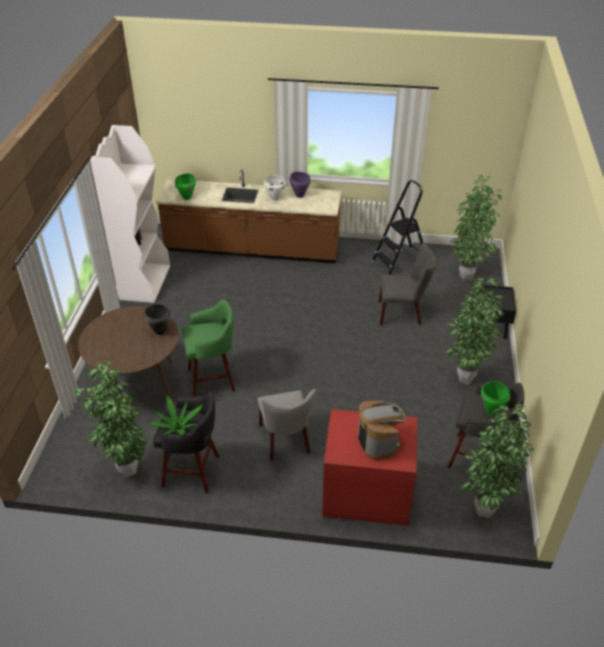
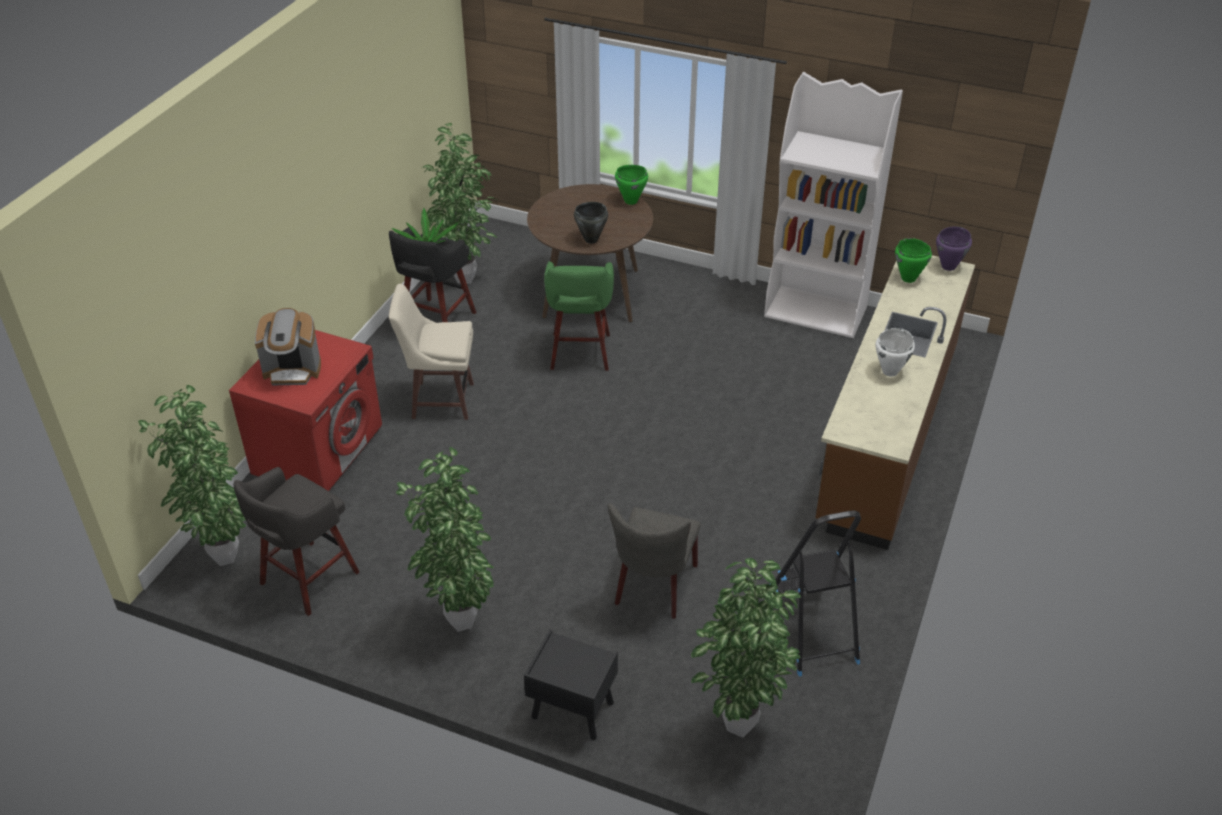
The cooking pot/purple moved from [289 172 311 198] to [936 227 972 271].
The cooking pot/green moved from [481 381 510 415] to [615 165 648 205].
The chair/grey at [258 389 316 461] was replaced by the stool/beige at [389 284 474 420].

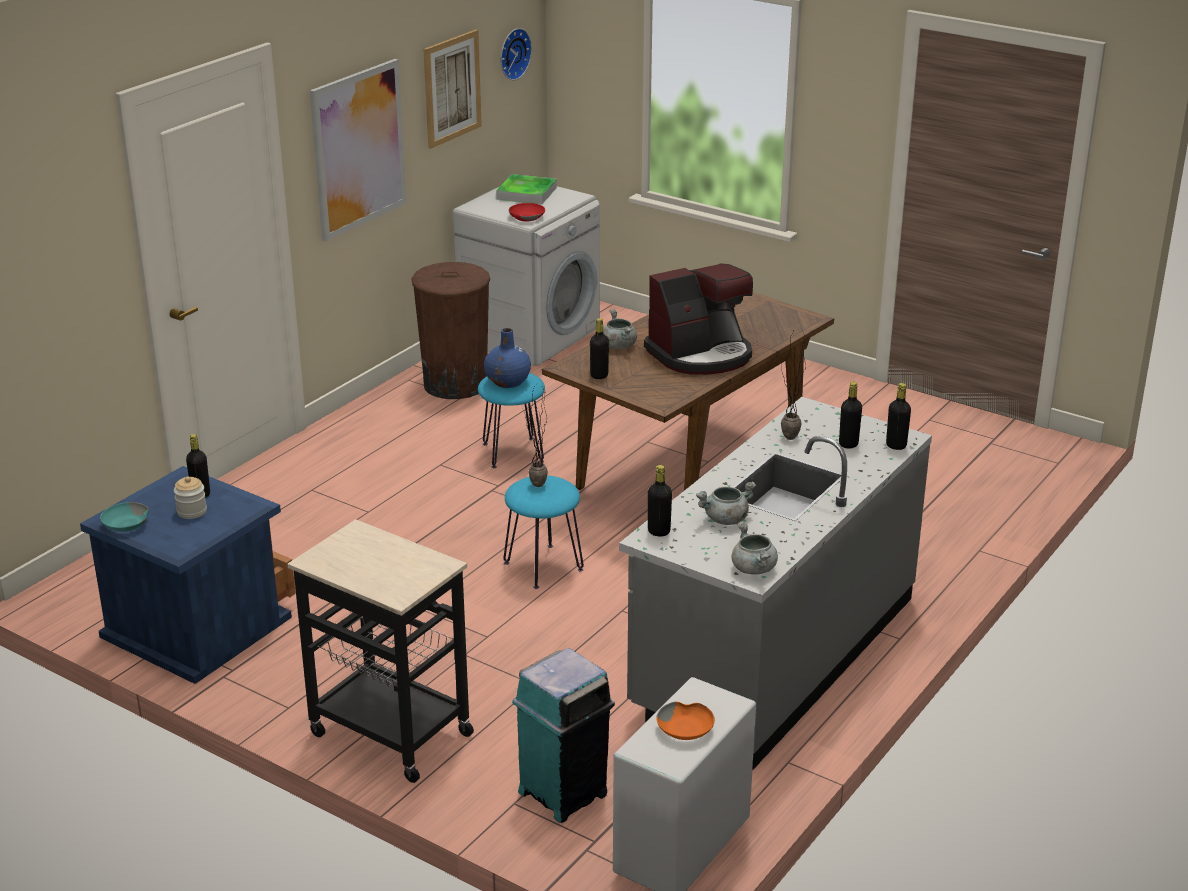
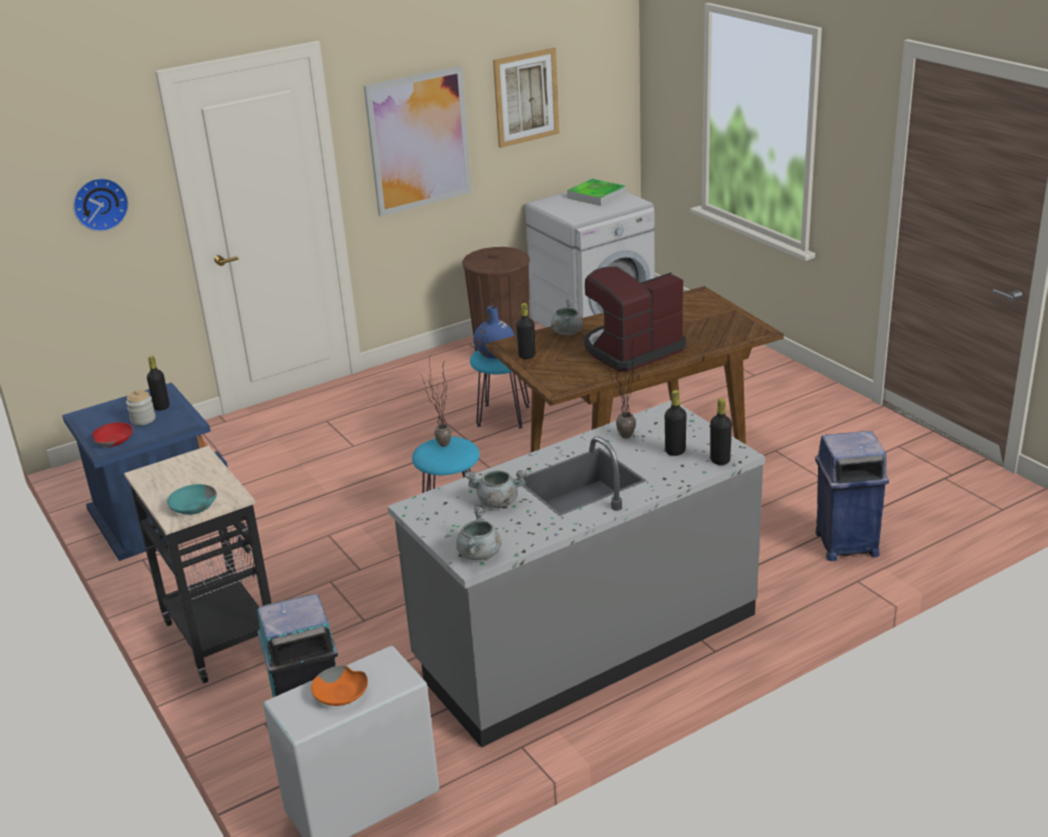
The bottle/black at [648 465 672 536] disappeared.
The trash can/blue at [815 431 889 561] appeared.
The bowl/turquoise moved from [100 502 149 532] to [167 484 217 515].
The wall clock moved from [501 28 532 80] to [73 178 129 232].
The bowl/red moved from [509 203 545 221] to [92 423 133 447].
The coffee machine at [644 263 753 375] turned 150 degrees clockwise.

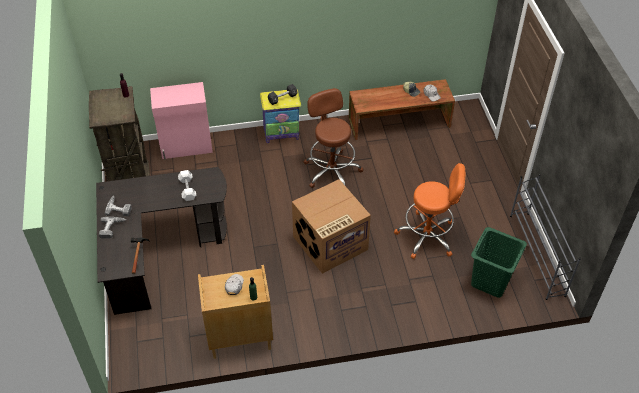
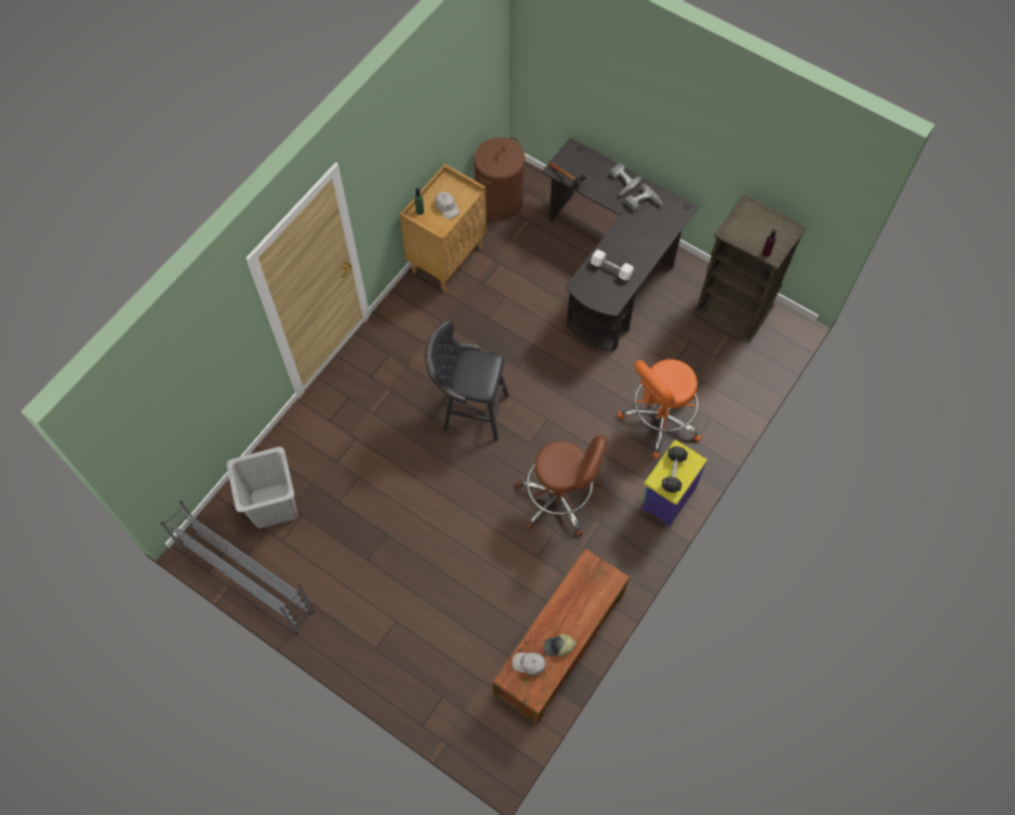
The cabinet/pink at [150 82 213 160] disappeared.
The laundry basket/brown at [474 137 525 220] appeared.
The stool/orange moved from [394 163 465 259] to [617 359 701 458].
The cardboard box at [292 179 371 274] was replaced by the stool/black at [425 320 509 441].
The laundry basket/green at [471 227 527 298] became the laundry basket/grey at [226 447 298 528].

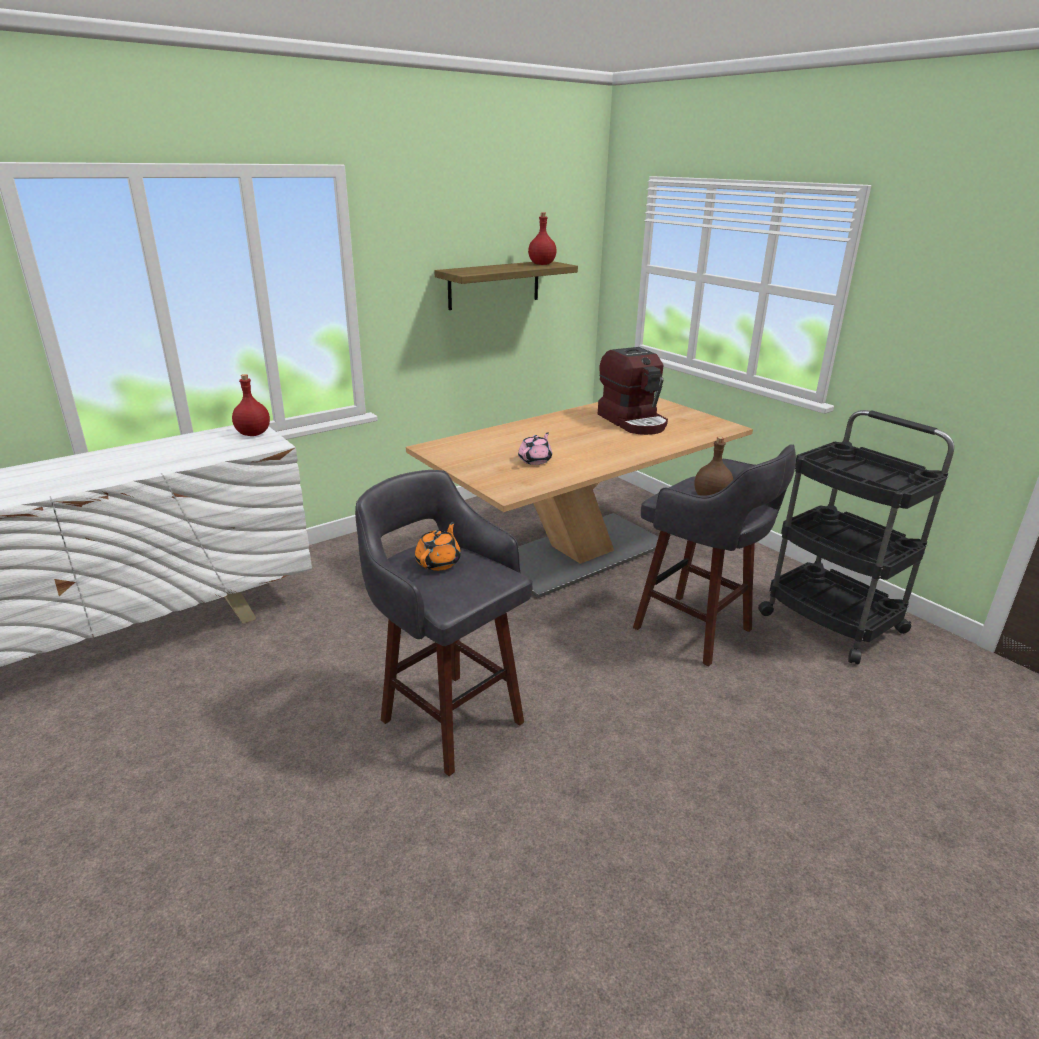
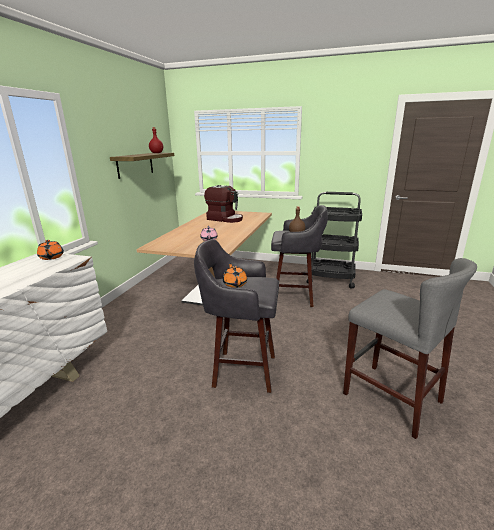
The stool/grey at [343 258 477 439] appeared.
The bottle/red at [232 374 270 436] was replaced by the teapot/orange at [37 240 64 260].

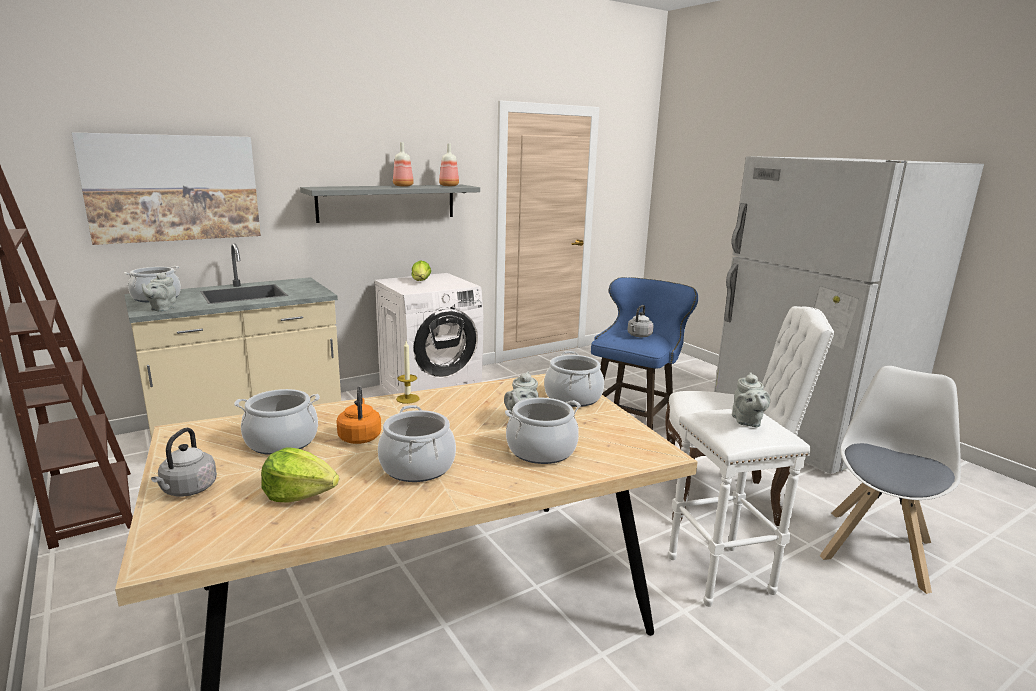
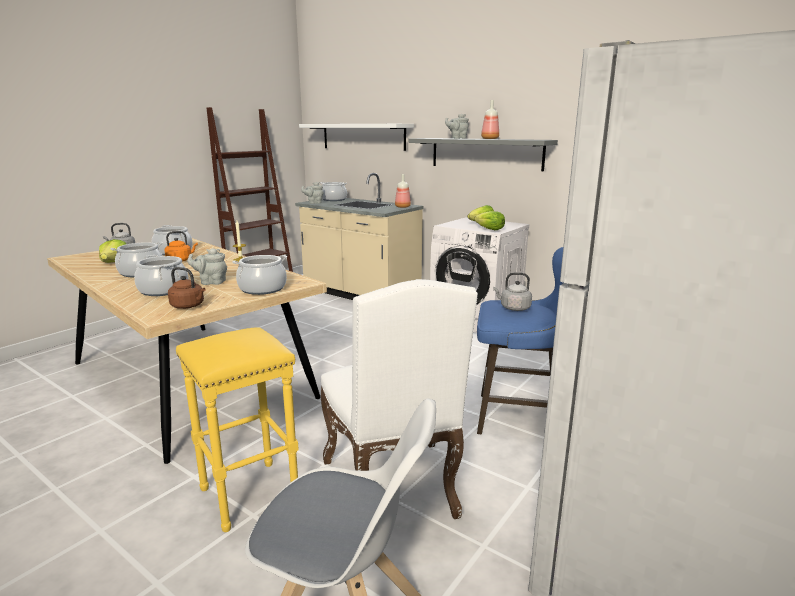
The kettle/brown at [168 267 206 309] appeared.
The lettuce at [474 211 505 230] appeared.
The bottle moved from [439 143 459 186] to [395 174 411 208].
The teapot/grey moved from [732 372 770 427] to [445 114 469 139].
The picture at [72 132 261 245] was replaced by the shelf/white at [299 124 414 151].
The stool/white at [668 409 811 607] became the stool/yellow at [176 327 299 532].

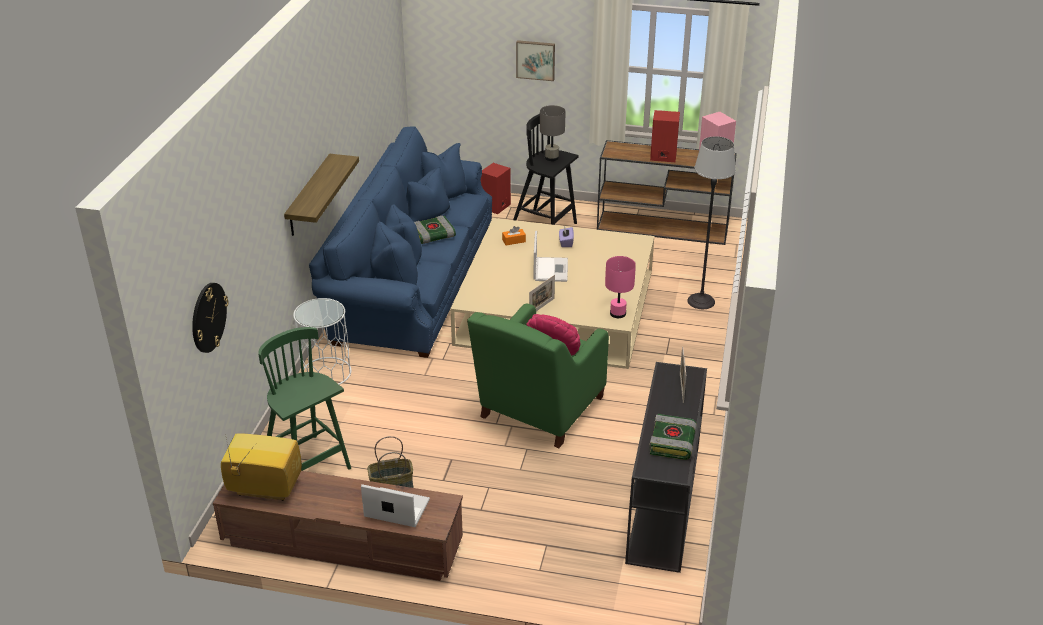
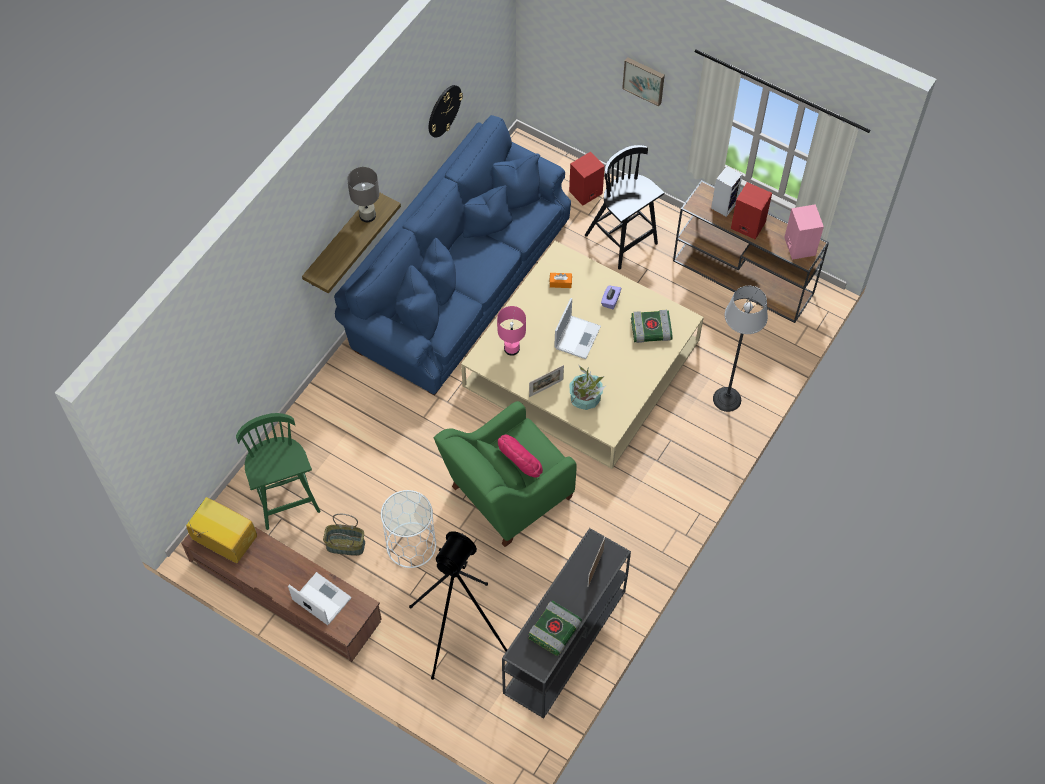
The floor lamp/black at [409 531 507 680] appeared.
The potted plant at [570 364 607 410] appeared.
The speaker at [711 166 743 217] appeared.
The wall clock moved from [192 283 229 353] to [429 85 463 138].
The side table/white moved from [293 298 351 385] to [381 490 436 568].
The book moved from [414 215 456 244] to [631 310 672 343].
The table lamp/grey moved from [540 105 565 161] to [347 167 379 222].
The table lamp/pink moved from [605 256 636 318] to [497 306 526 356].

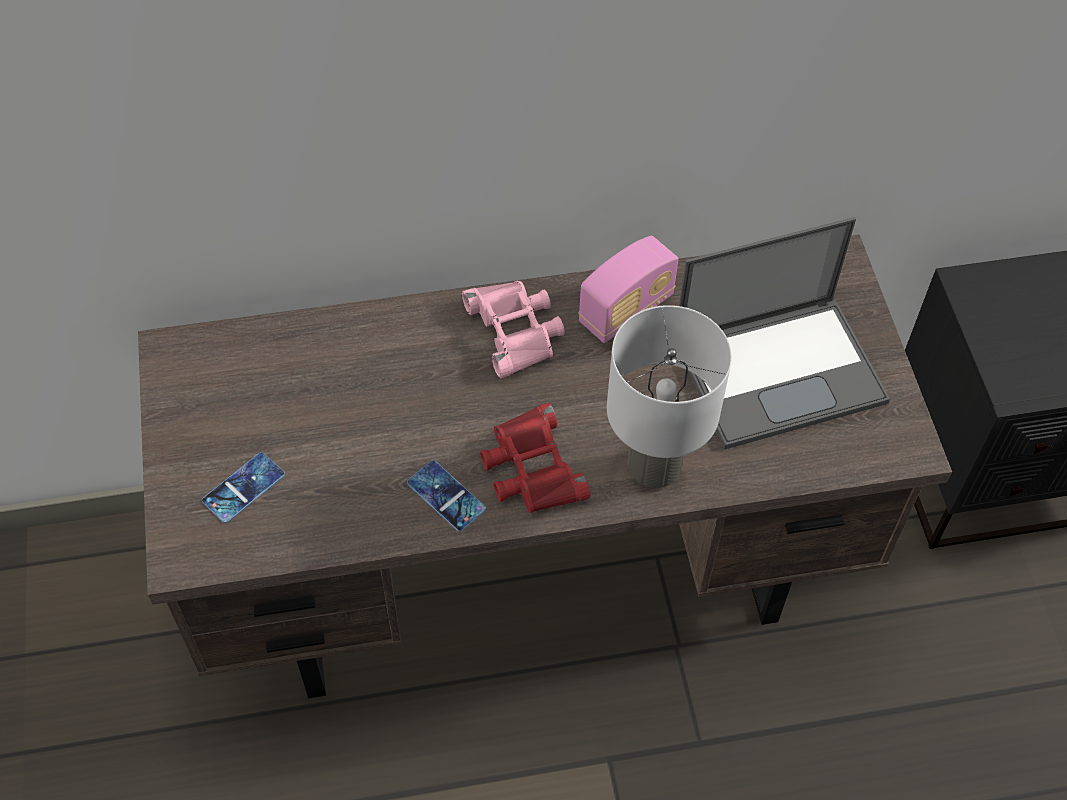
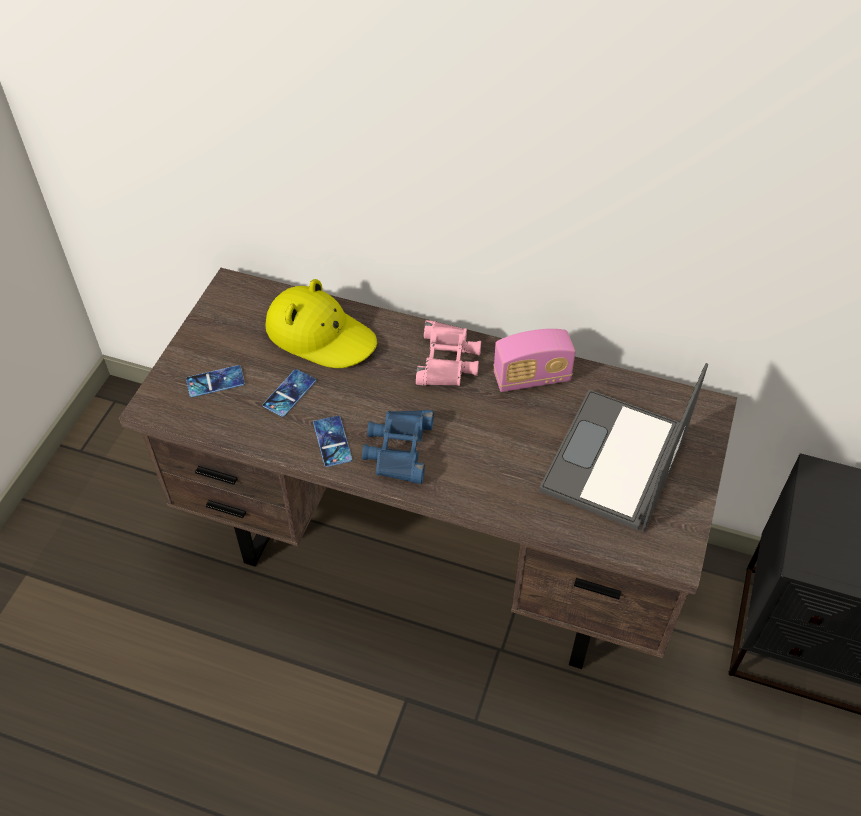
The table lamp/white at [607 305 732 488] disappeared.
The phone at [263 369 316 417] appeared.
The hat/yellow at [265 279 377 368] appeared.
The binoculars/red at [480 403 590 513] became the binoculars/blue at [362 410 434 484].
The laptop at [679 217 890 450] turned 105 degrees clockwise.

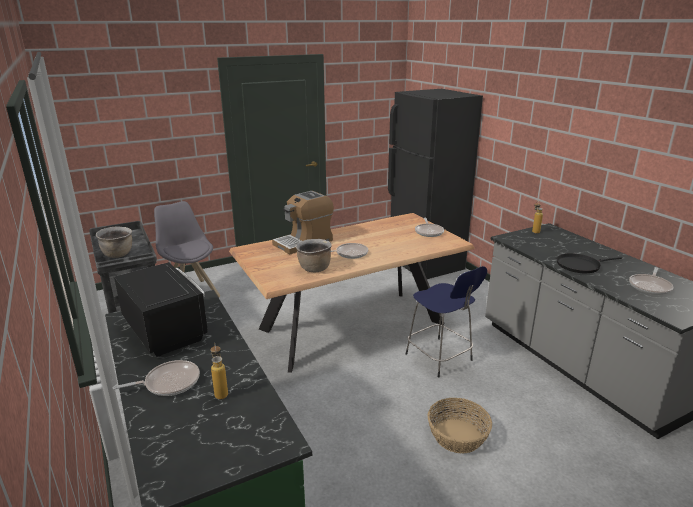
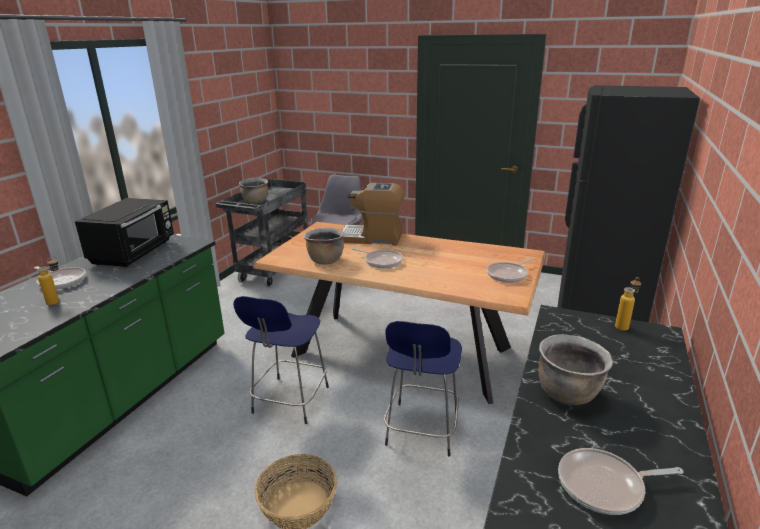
The stool/blue at [233 296 329 424] appeared.
The frying pan/black at [557 253 622 273] was replaced by the cooking pot/brown at [539 334 613 405].

